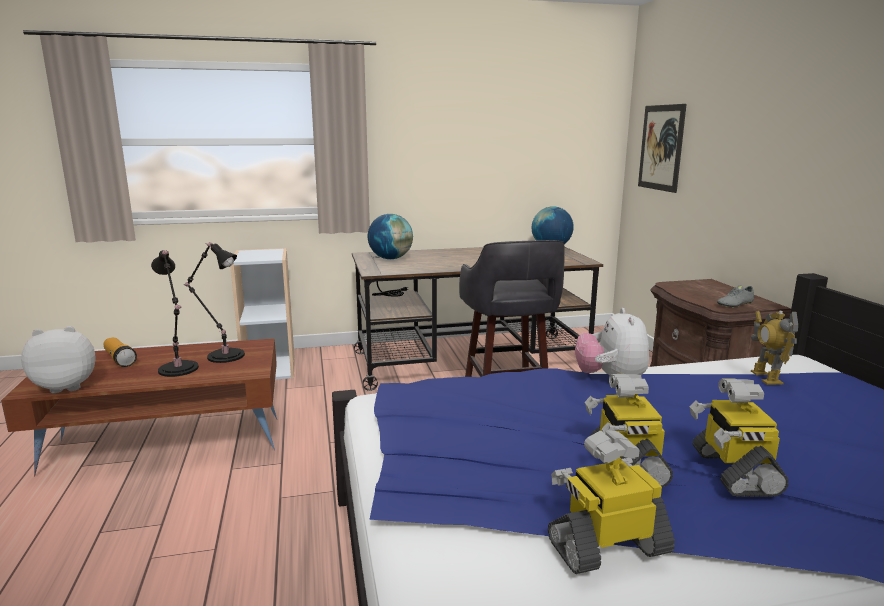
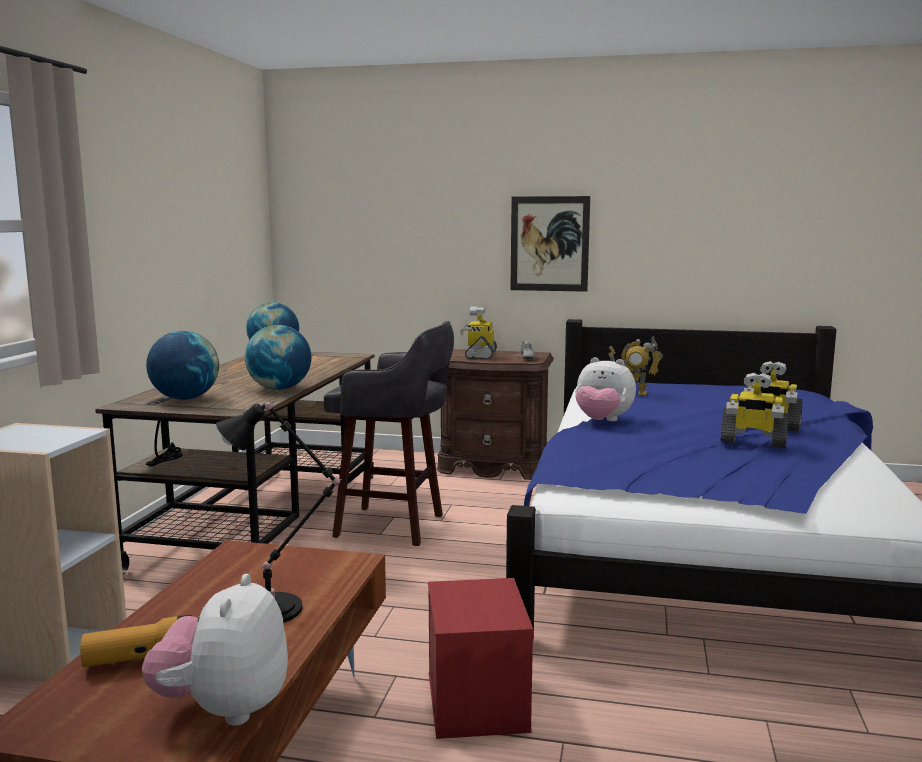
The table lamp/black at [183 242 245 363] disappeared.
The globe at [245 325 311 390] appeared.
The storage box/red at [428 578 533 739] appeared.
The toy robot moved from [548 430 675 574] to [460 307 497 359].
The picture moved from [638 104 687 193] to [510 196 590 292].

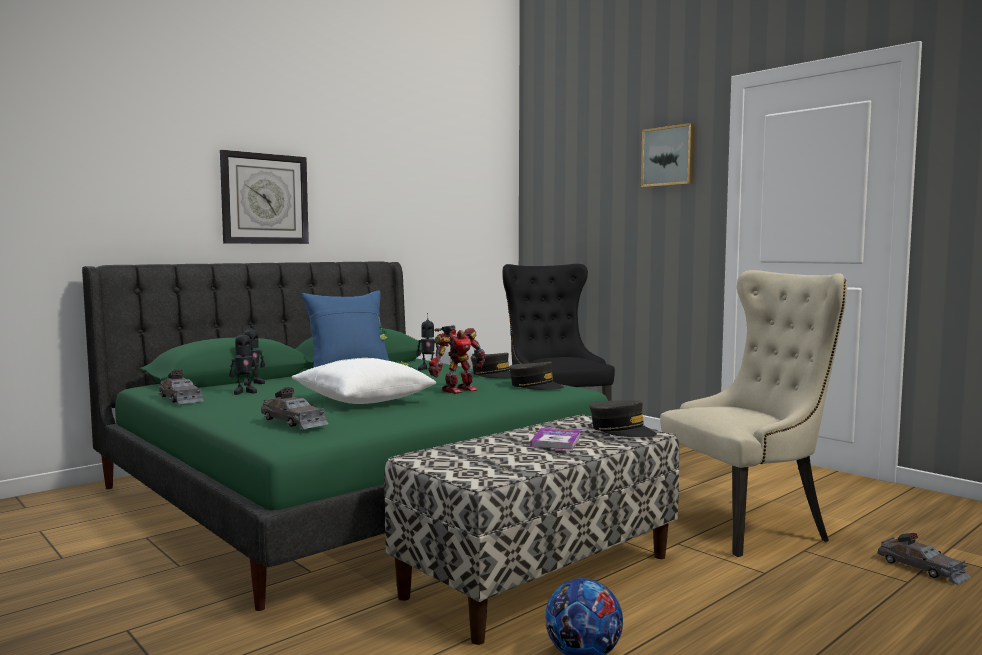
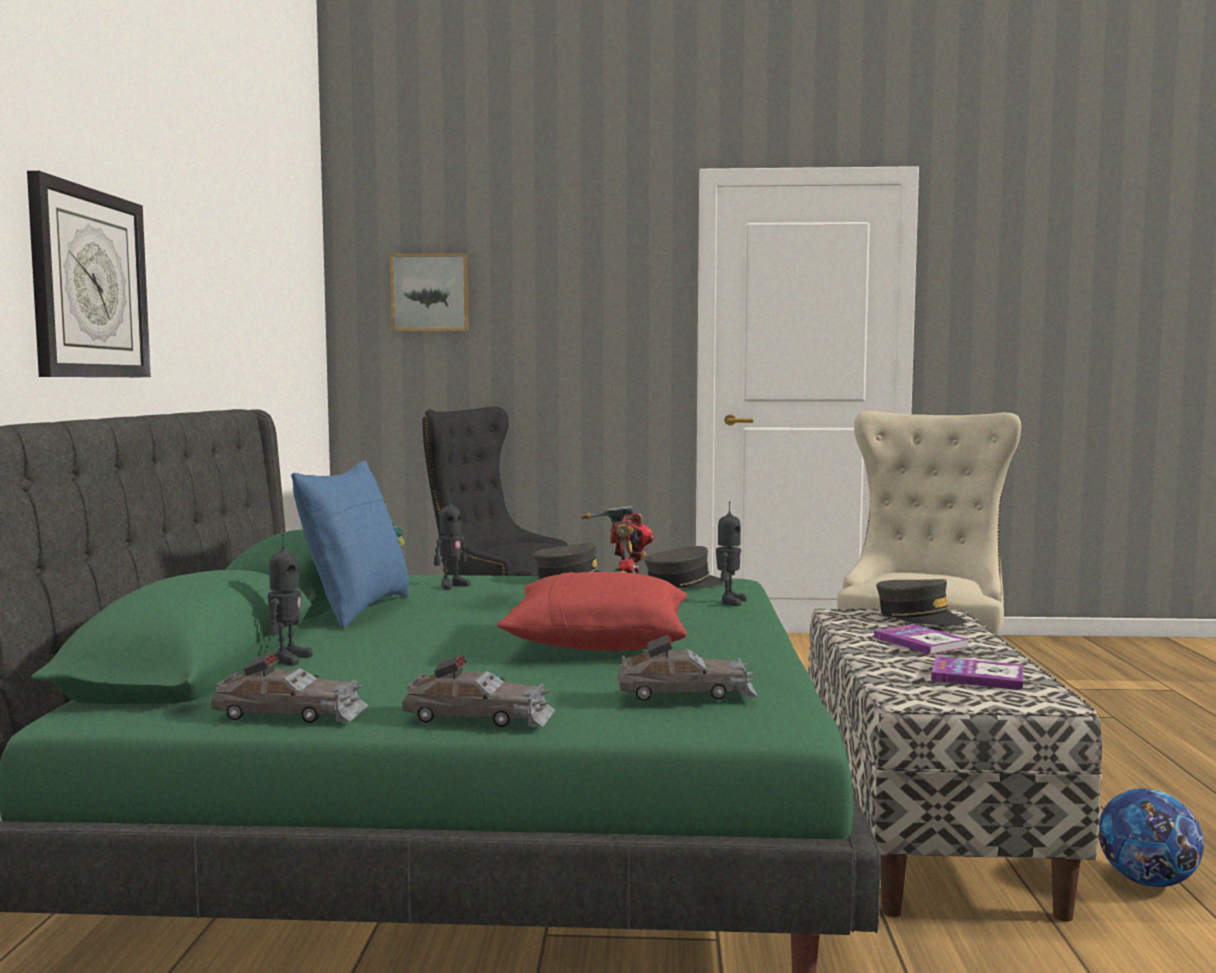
The book at [931 656 1023 690] appeared.
The toy robot moved from [229 325 259 395] to [716 501 747 606].
The picture moved from [641 123 695 187] to [390 253 469 331].
The toy car/grey moved from [878 533 971 585] to [402 655 555 727].
The pillow/white at [292 358 436 404] became the pillow/red at [497 571 687 651].
The cap/grey at [589 401 657 437] turned 45 degrees clockwise.

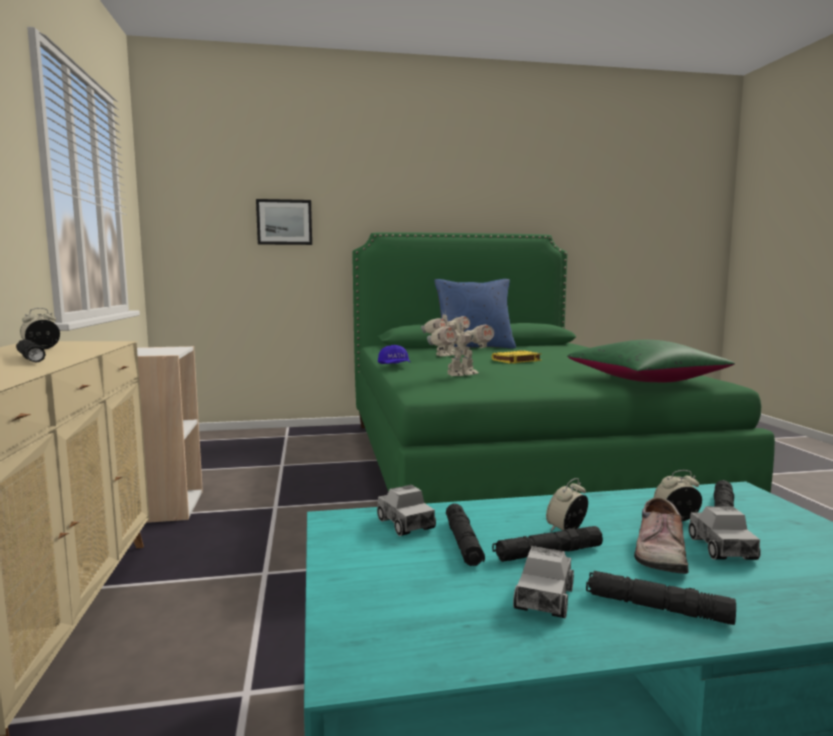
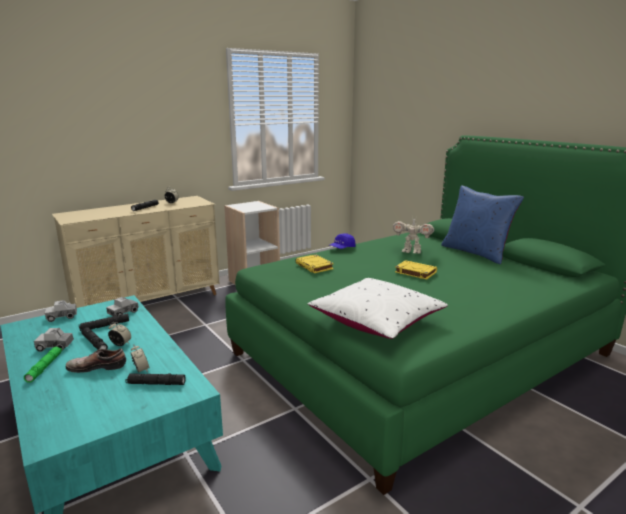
The picture at [256 199 312 245] disappeared.
The toy truck moved from [689 506 761 560] to [45 300 77 322].
The toy robot at [427 317 494 376] was replaced by the book/yellow at [295 254 334 273].
The pillow/green at [567 340 735 383] became the pillow/white at [308 278 448 339].
The flashlight/black at [586 571 736 625] became the flashlight/green at [24 347 62 383].

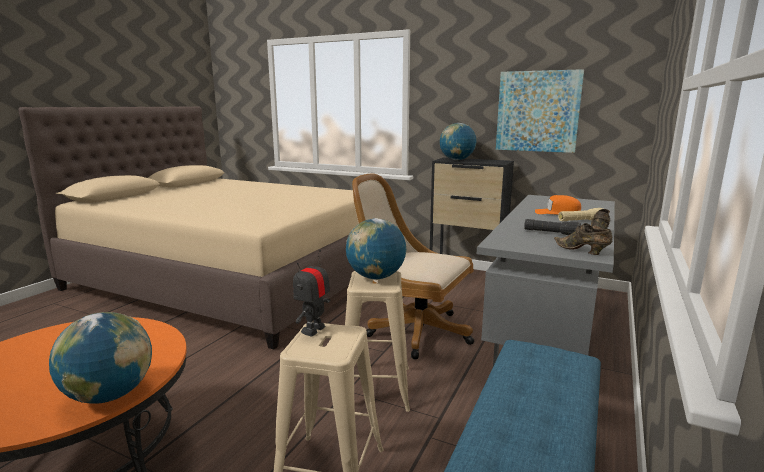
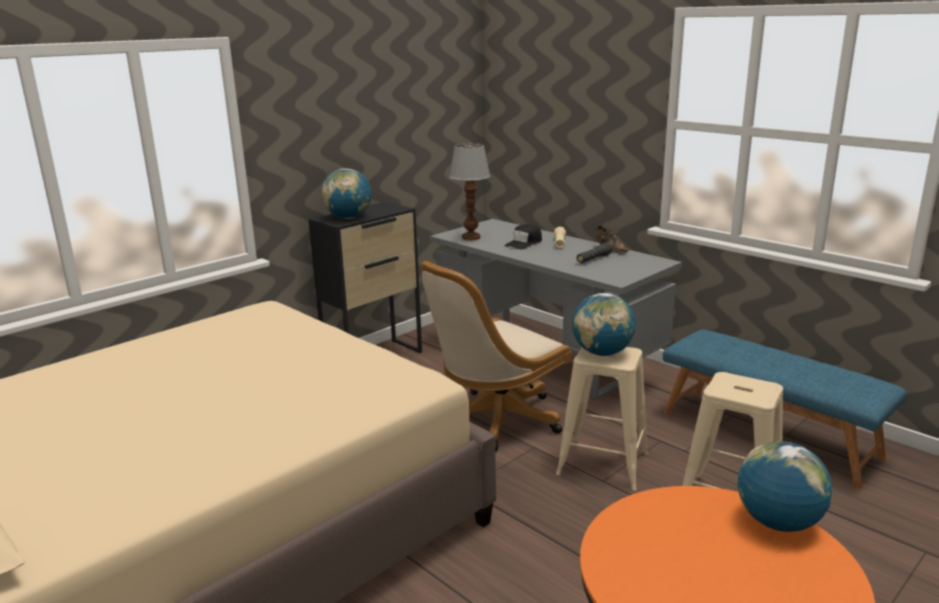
The toy robot at [293 250 330 336] disappeared.
The picture at [496 69 584 153] disappeared.
The shoe/brown at [554 223 612 255] disappeared.
The table lamp at [449 143 490 241] appeared.
The cap/orange at [535 195 581 215] became the cap/black at [505 224 542 250].

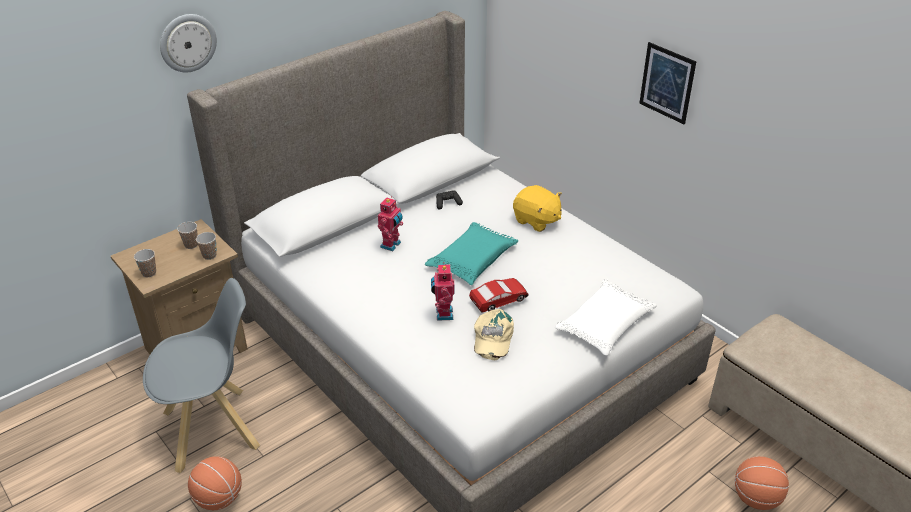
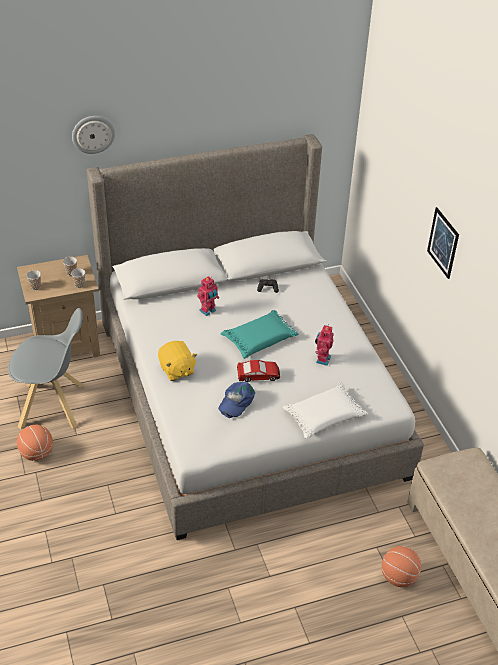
The toy robot moved from [431 262 454 321] to [315 324 333 366].
The plush toy/yellow moved from [513 185 562 232] to [158 341 197 381].
The cap/beige at [474 309 514 360] became the cap/blue at [218 382 255 418].

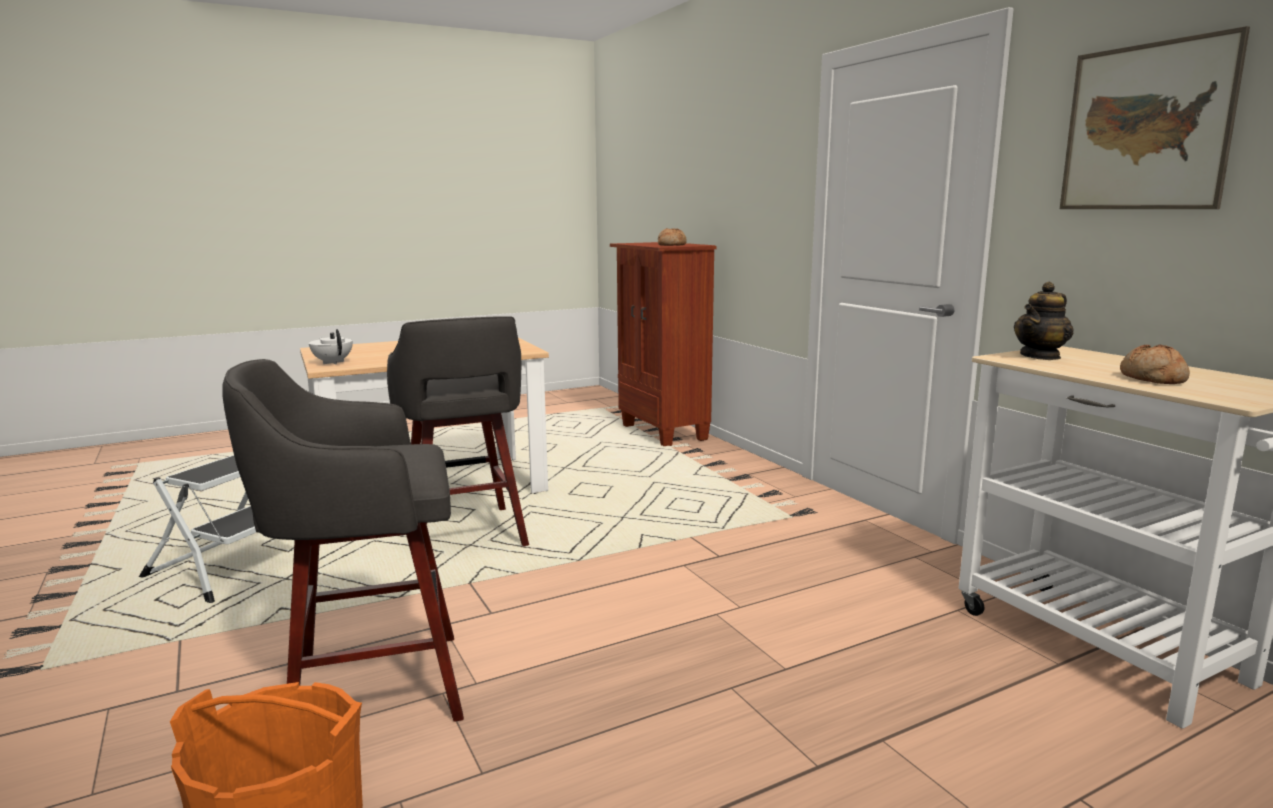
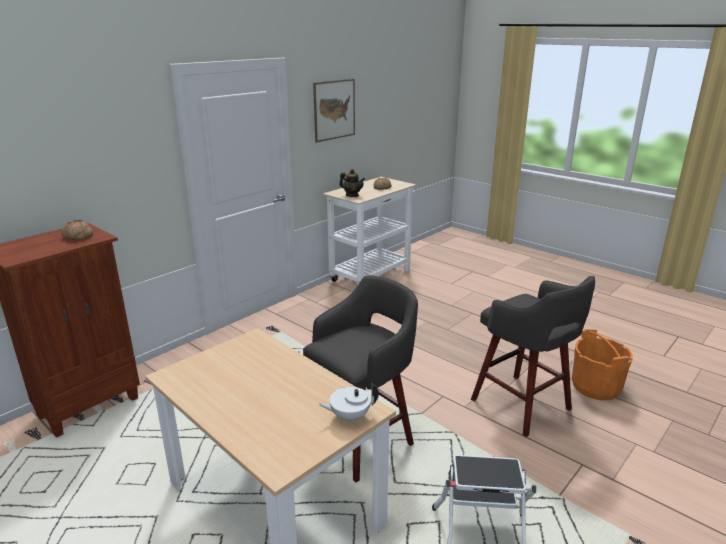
The teapot/white at [309 329 353 364] turned 45 degrees clockwise.

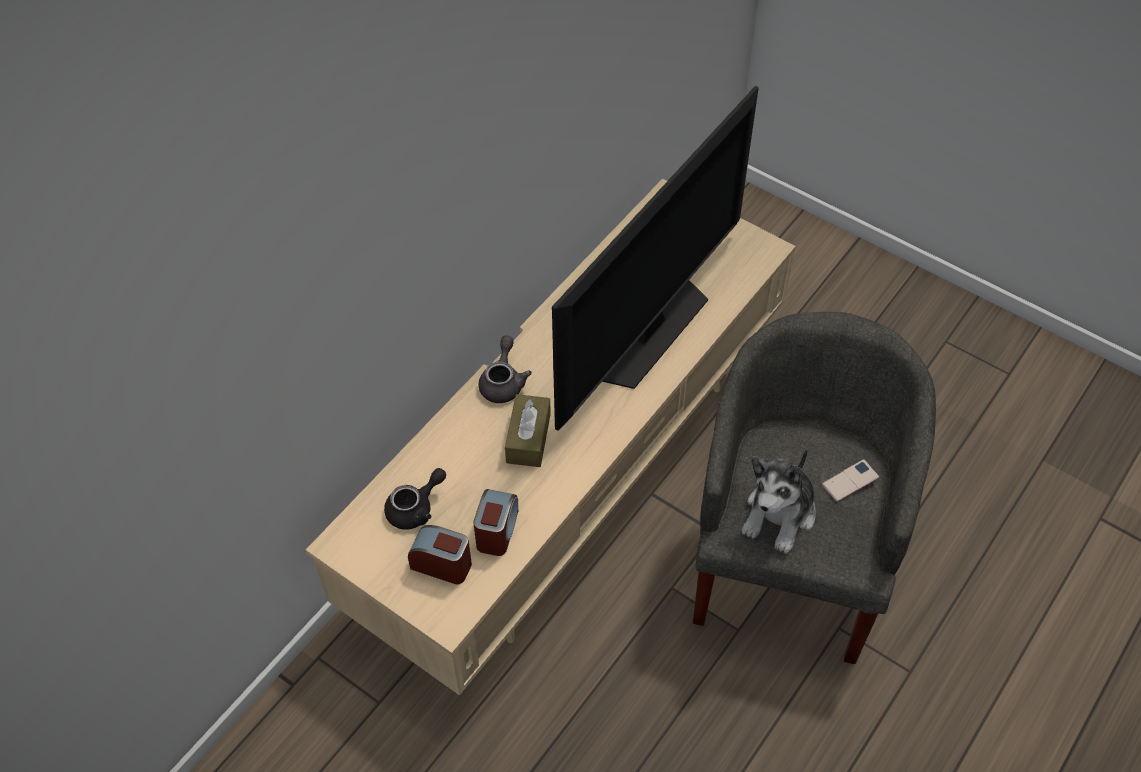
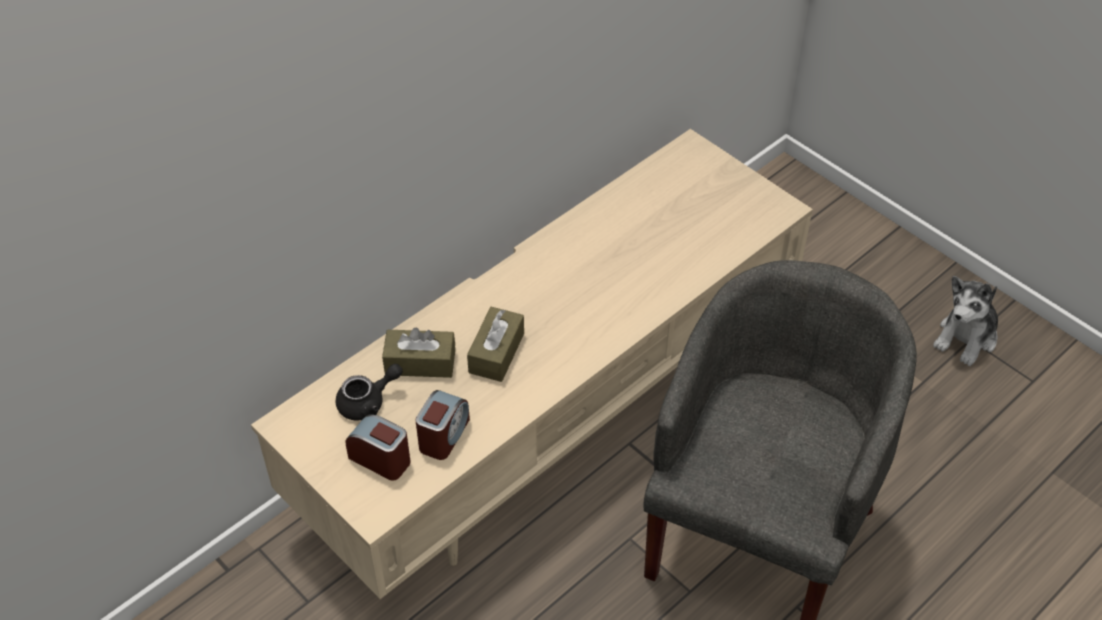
The teapot/grey at [478 336 532 403] disappeared.
The television at [552 86 759 431] disappeared.
The phone at [822 459 880 502] disappeared.
The tissue box/brown at [382 328 455 378] appeared.
The plush toy moved from [742 448 816 554] to [933 276 998 366].

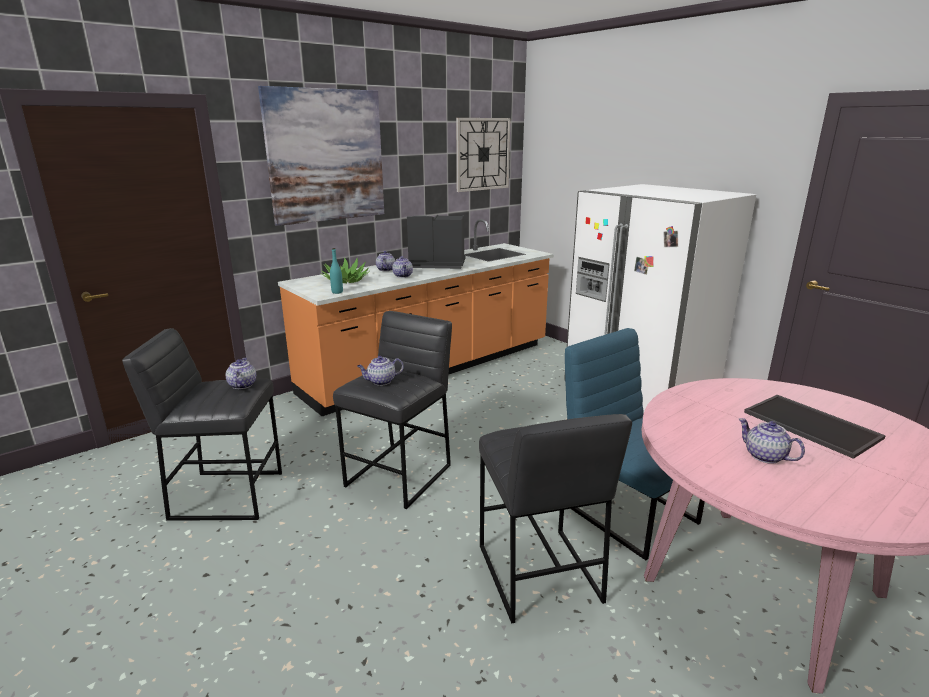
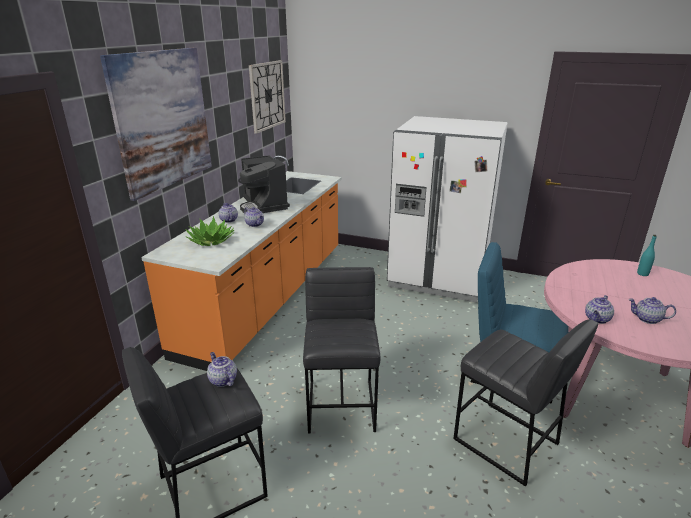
The tray at [744 395 886 459] disappeared.
The bottle/turquoise moved from [330 248 343 294] to [637 235 657 276].
The teapot moved from [357 356 404 386] to [585 295 614 324].
The coffee machine at [407 215 466 269] turned 90 degrees counterclockwise.

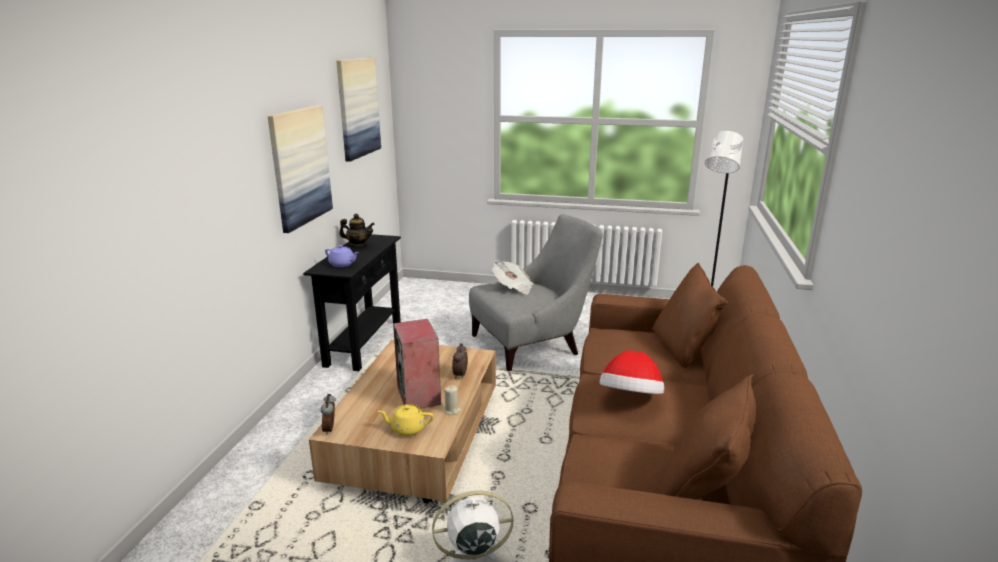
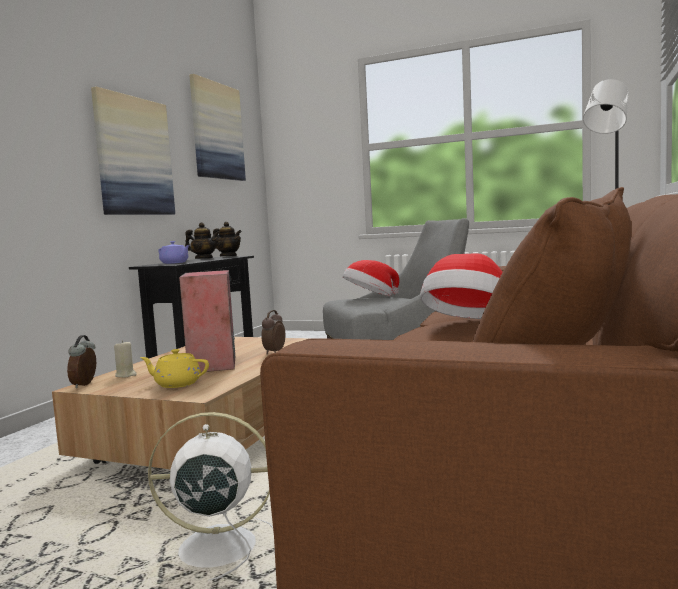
The teapot at [213 222 242 256] appeared.
The candle/beige moved from [443 386 461 415] to [114 340 137 378].
The newspaper at [492 260 534 294] was replaced by the hat at [343 260 399 296].

